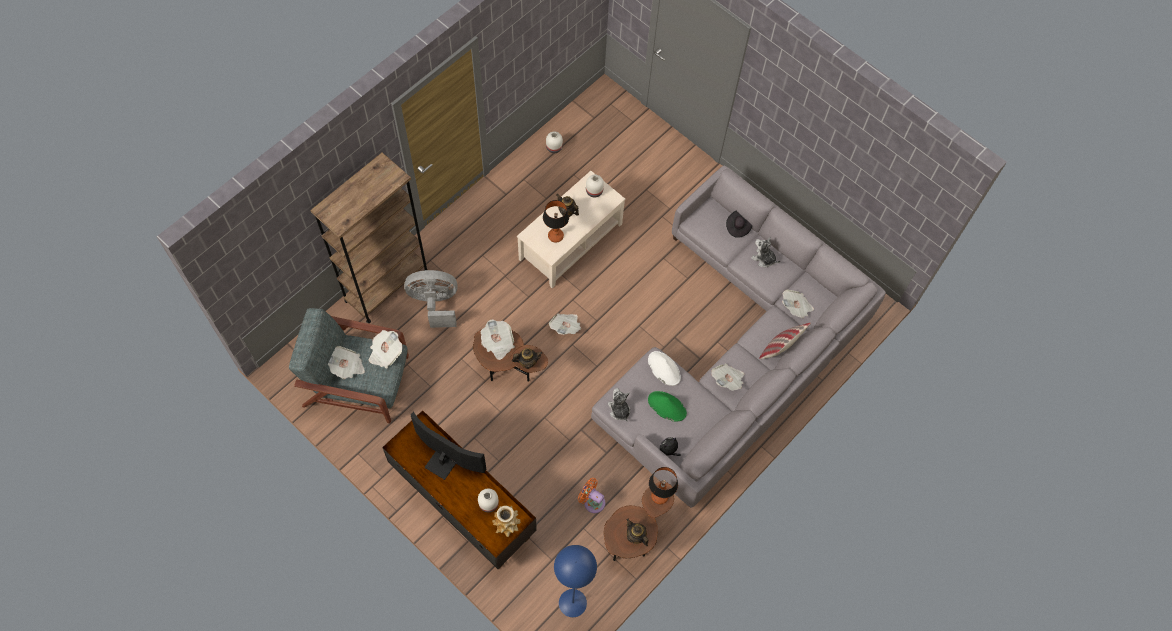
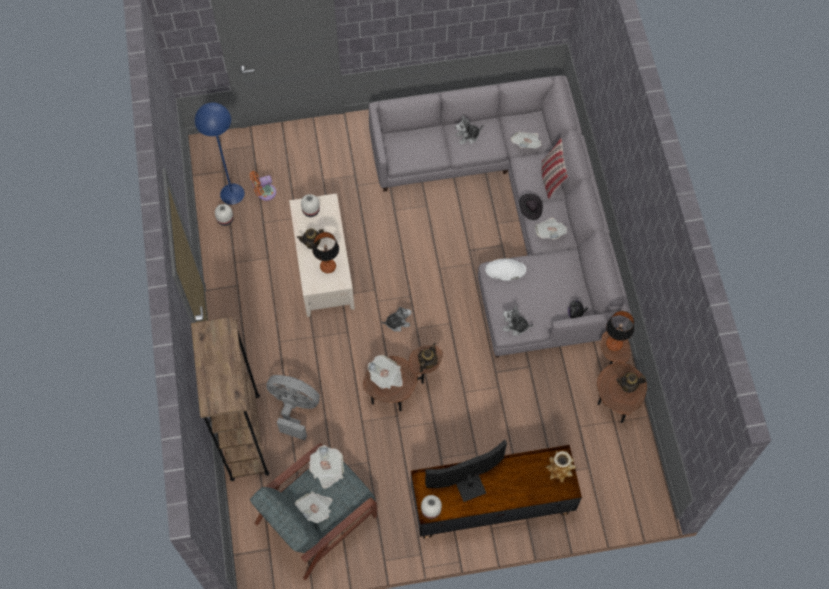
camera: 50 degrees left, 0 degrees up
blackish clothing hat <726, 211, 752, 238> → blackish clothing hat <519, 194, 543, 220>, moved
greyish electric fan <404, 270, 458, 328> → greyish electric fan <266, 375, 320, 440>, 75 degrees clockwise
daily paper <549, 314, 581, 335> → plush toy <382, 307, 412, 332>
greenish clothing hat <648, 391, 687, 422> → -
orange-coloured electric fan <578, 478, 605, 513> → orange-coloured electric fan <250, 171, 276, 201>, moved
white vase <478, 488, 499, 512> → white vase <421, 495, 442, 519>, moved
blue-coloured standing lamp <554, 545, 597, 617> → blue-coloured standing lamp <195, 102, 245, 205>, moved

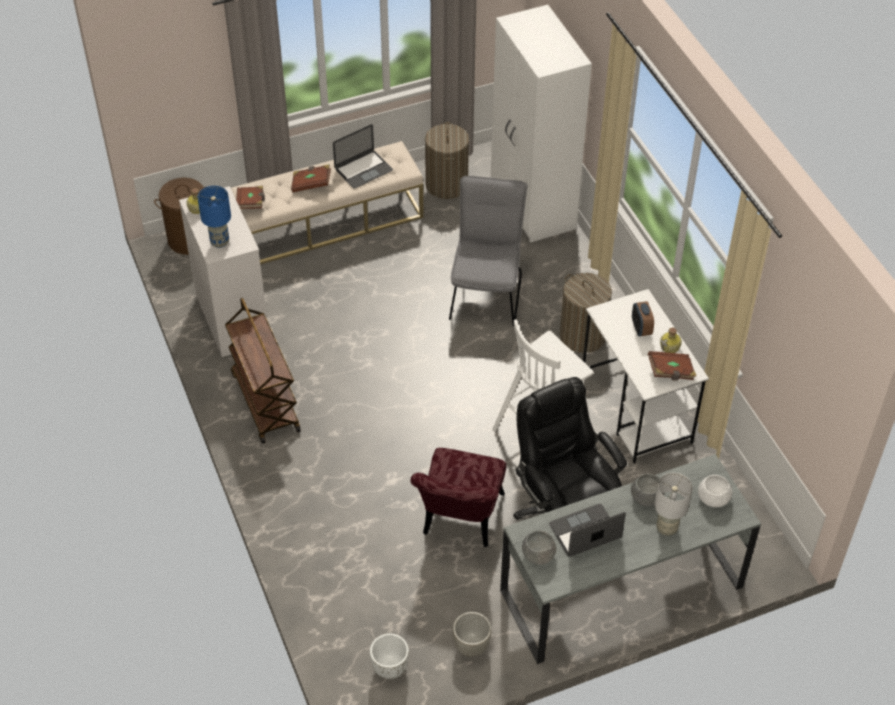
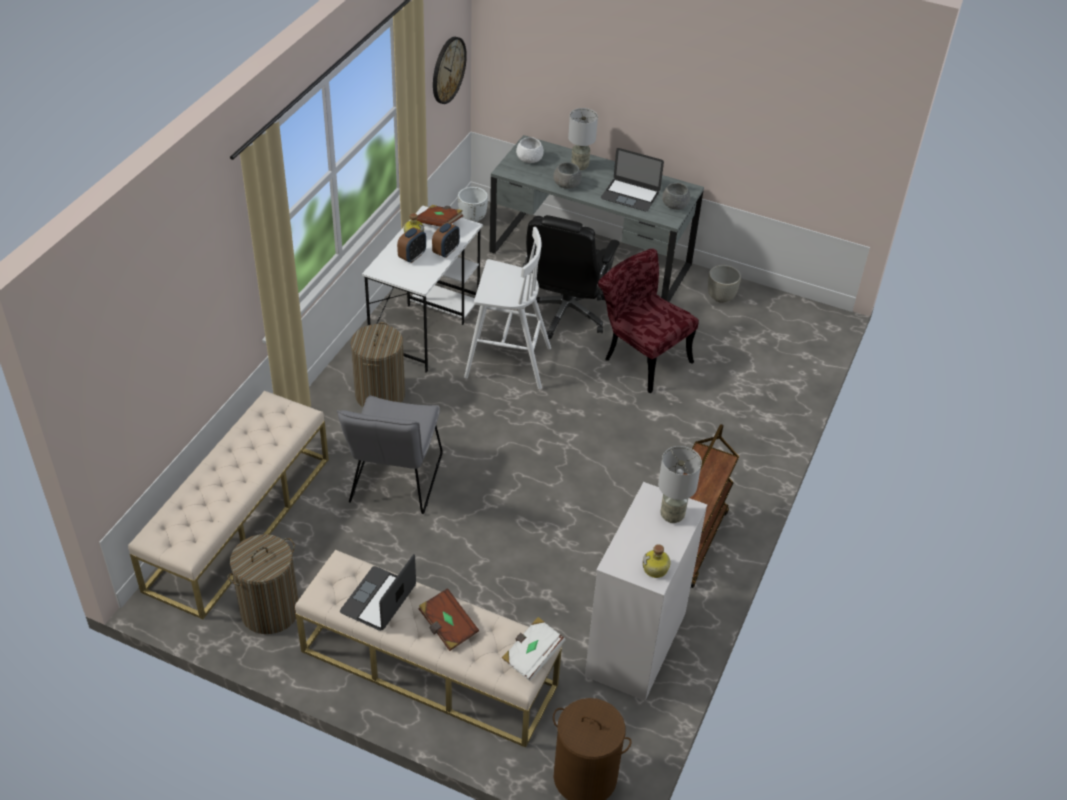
camera: 135 degrees left, 5 degrees down
white wardrobe <491, 5, 592, 243> → beige-coloured indoor bench <128, 391, 329, 619>
portable computer <333, 124, 393, 188> → portable computer <340, 554, 416, 631>, 75 degrees counterclockwise
greyish upright chair <449, 176, 528, 326> → greyish upright chair <337, 395, 443, 514>, 45 degrees counterclockwise
blue-coloured tabletop lamp <198, 186, 231, 248> → greyish tabletop lamp <658, 446, 702, 523>
brown bound book <236, 186, 265, 209> → white bound book <502, 617, 566, 681>
red-coloured upright chair <410, 448, 506, 547> → red-coloured upright chair <598, 249, 699, 393>, 105 degrees counterclockwise
white plant pot <370, 634, 409, 679> → white plant pot <458, 187, 488, 222>, moved
- → hanging clock <433, 37, 467, 104>
- → alarm clock <432, 222, 460, 258>

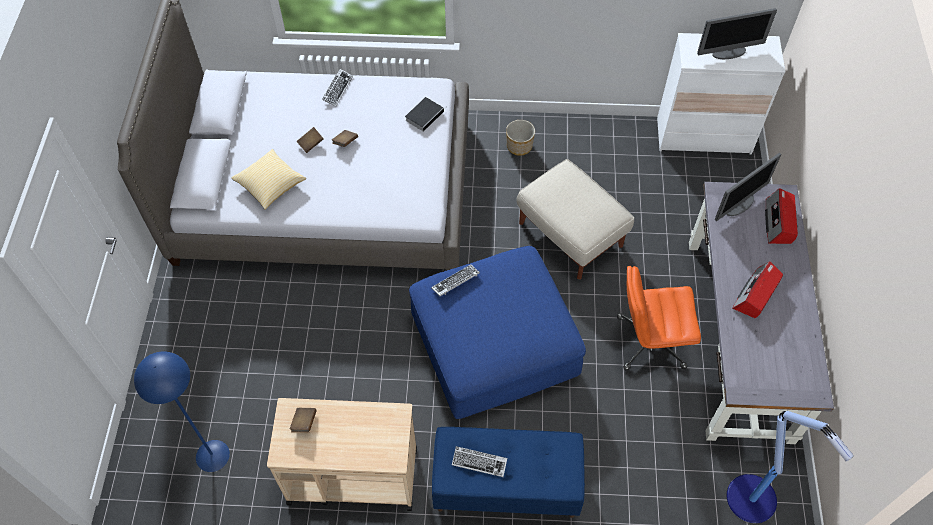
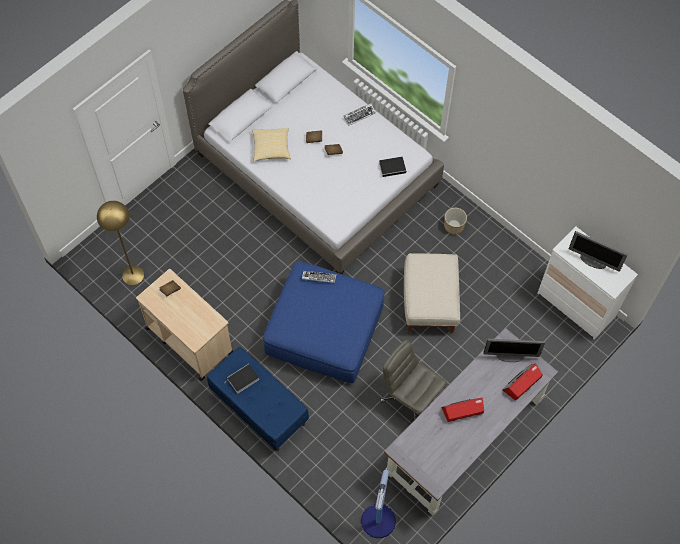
camera: 40 degrees right, 5 degrees up
orange-coloured computer chair <617, 266, 701, 371> → greyish computer chair <380, 340, 447, 420>
blue-coloured standing lamp <134, 351, 230, 472> → yellow-coloured standing lamp <97, 201, 144, 285>
keyboard <452, 446, 507, 477> → bound book <227, 364, 259, 393>

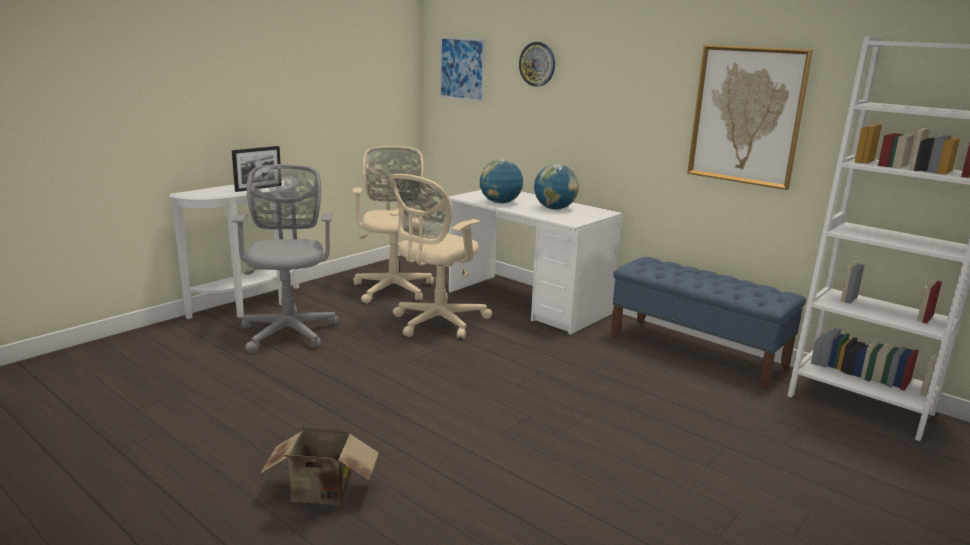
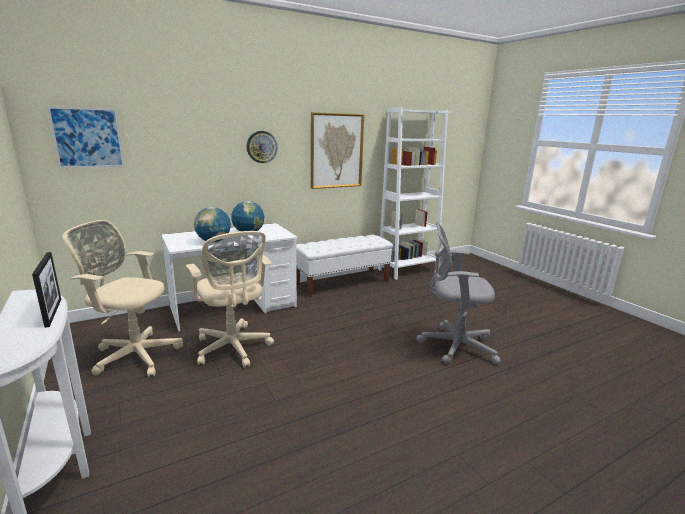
camera: 70 degrees left, 0 degrees up
hanging clock <519, 42, 555, 87> → hanging clock <247, 131, 277, 163>, moved
greyish computer chair <232, 164, 339, 354> → greyish computer chair <417, 222, 501, 365>, moved
blue-coloured indoor bench <611, 257, 806, 390> → white indoor bench <296, 235, 393, 297>
carton <260, 426, 379, 505> → -

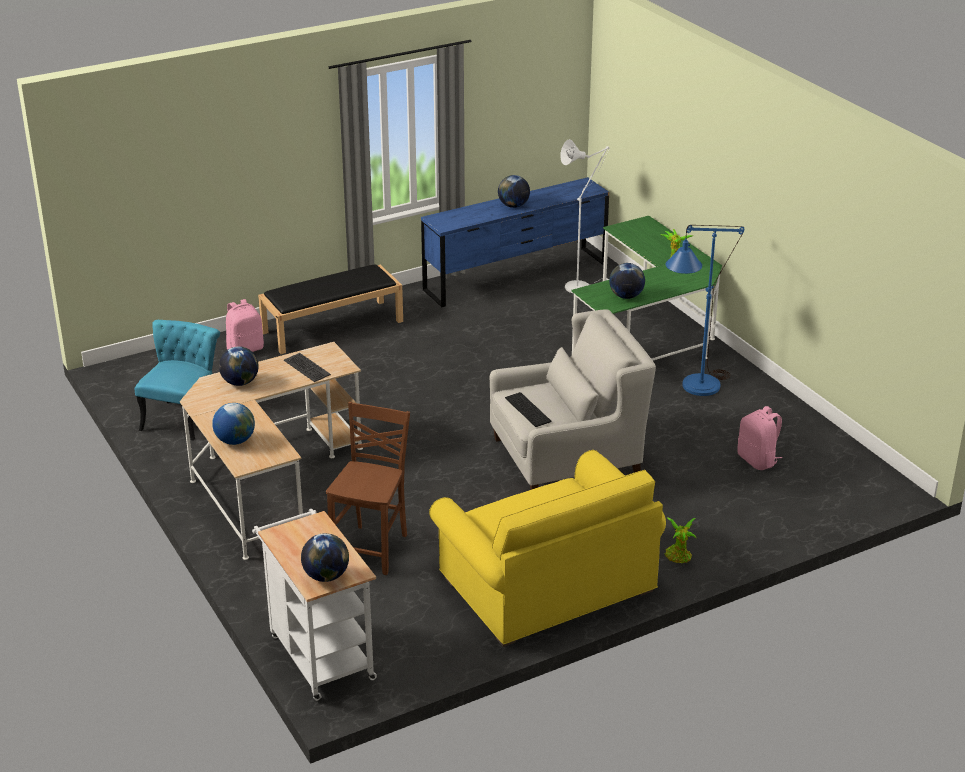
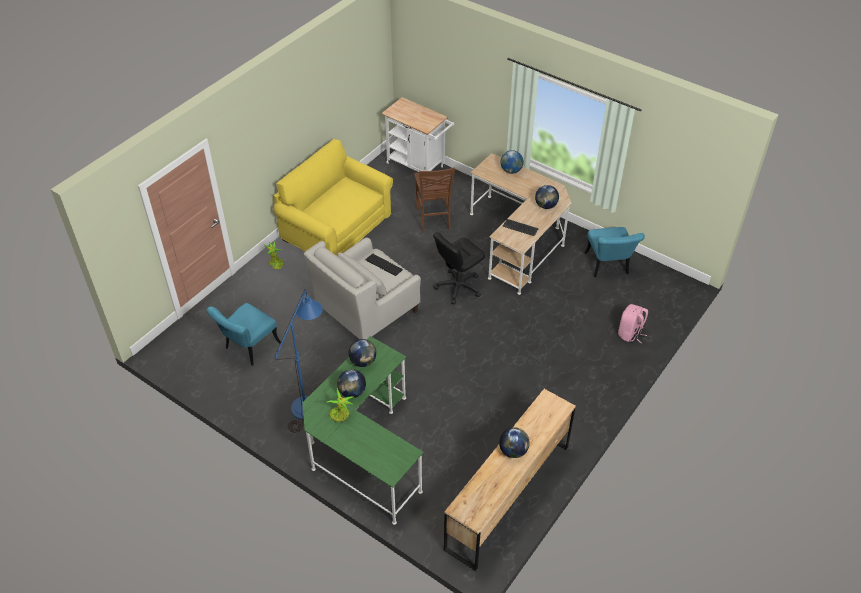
camera: 155 degrees right, 15 degrees up
white standing lamp <560, 139, 610, 293> → -
blue-coloured drawer chest <421, 177, 609, 307> → brown drawer chest <444, 389, 576, 571>
blackish indoor bench <258, 265, 403, 354> → -
pinkish rucksack <737, 406, 782, 470> → turquoise upright chair <207, 303, 281, 366>
world globe <301, 533, 349, 582> → world globe <337, 369, 366, 398>, moved
- → blackish computer chair <433, 232, 485, 304>

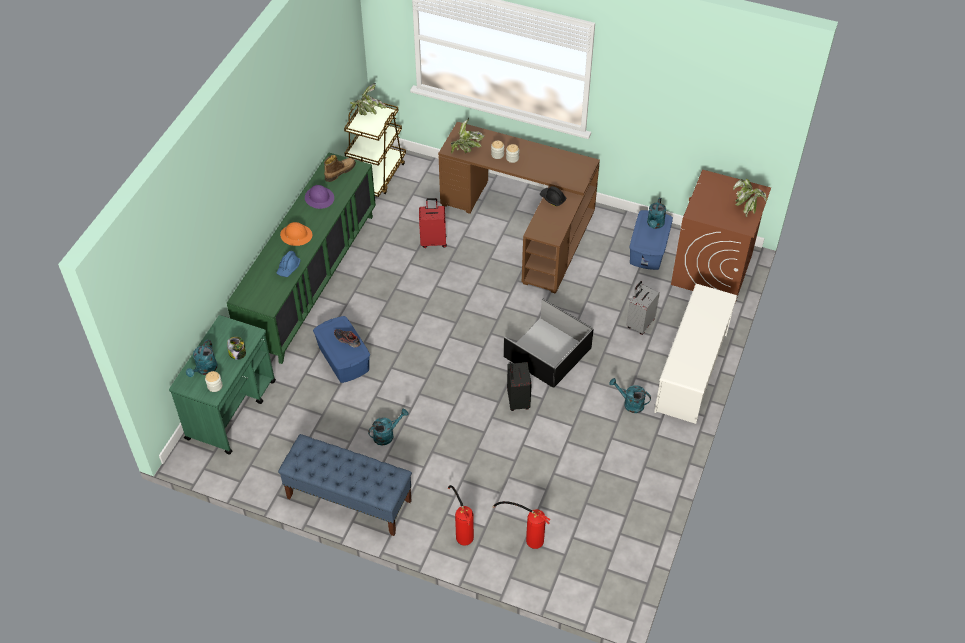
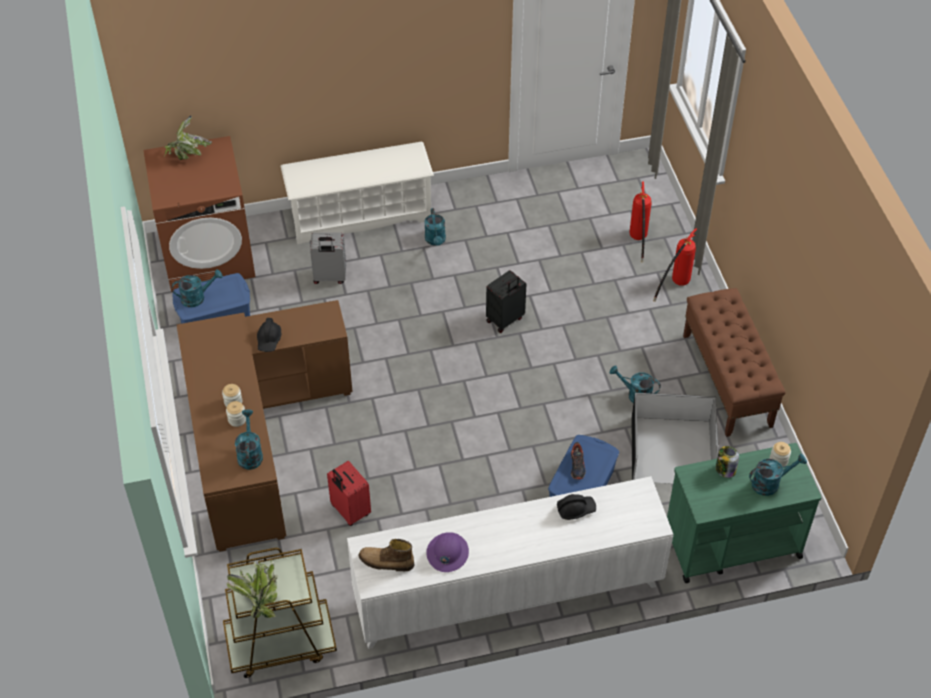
camera: 125 degrees left, 0 degrees up
plant in a pot <451, 117, 484, 154> → turquoise watering pot <235, 410, 263, 470>
greenish cupboard <227, 153, 376, 364> → white cupboard <347, 476, 673, 649>
orange-coloured safety helmet <280, 222, 312, 246> → -
blue-coloured safety helmet <277, 251, 300, 277> → blackish safety helmet <557, 494, 596, 520>
blackish storage box <503, 298, 594, 388> → blackish storage box <631, 393, 719, 484>, moved
blue-coloured indoor bench <278, 434, 412, 536> → brown indoor bench <683, 288, 785, 437>

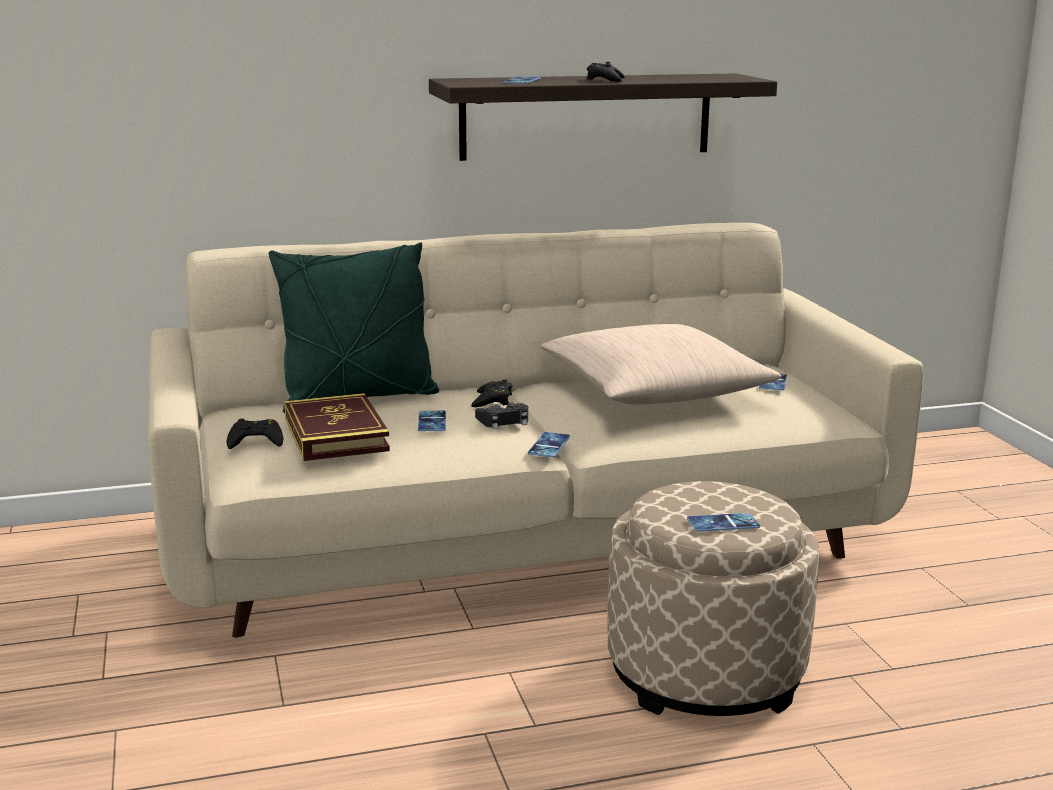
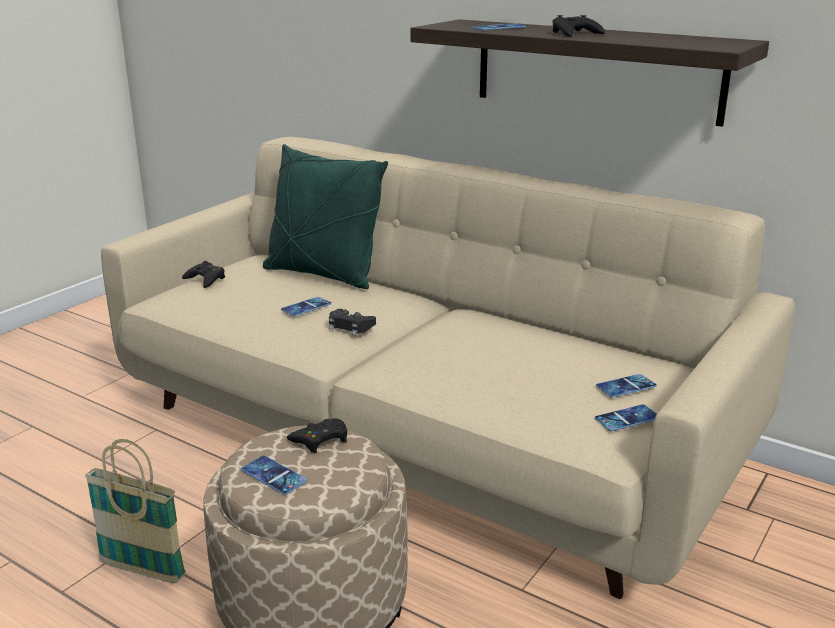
camera: 50 degrees right, 5 degrees up
beige-coloured throw pillow <541, 324, 782, 405> → -
blackish gamepad <471, 379, 512, 407> → blackish gamepad <287, 418, 347, 453>, moved
bound book <284, 393, 390, 461> → -
phone <528, 432, 570, 457> → phone <595, 404, 657, 431>, moved
- → household basket <85, 439, 186, 583>

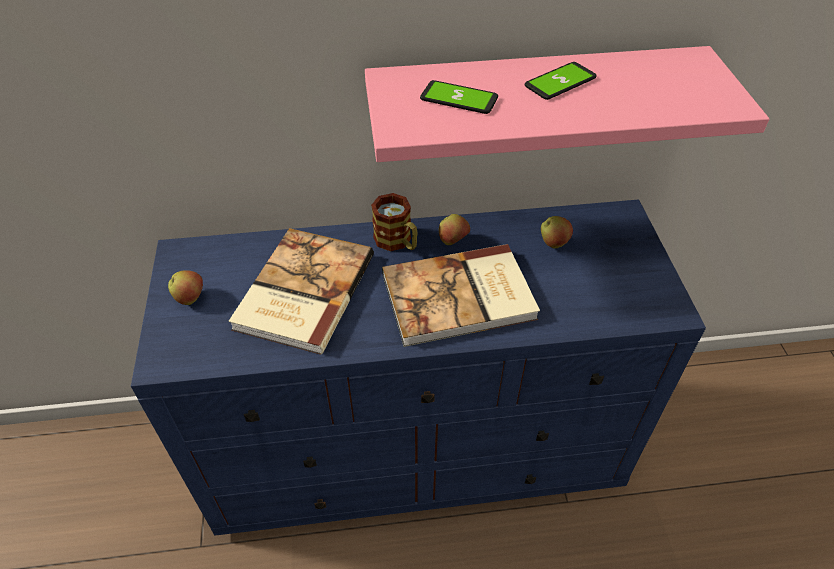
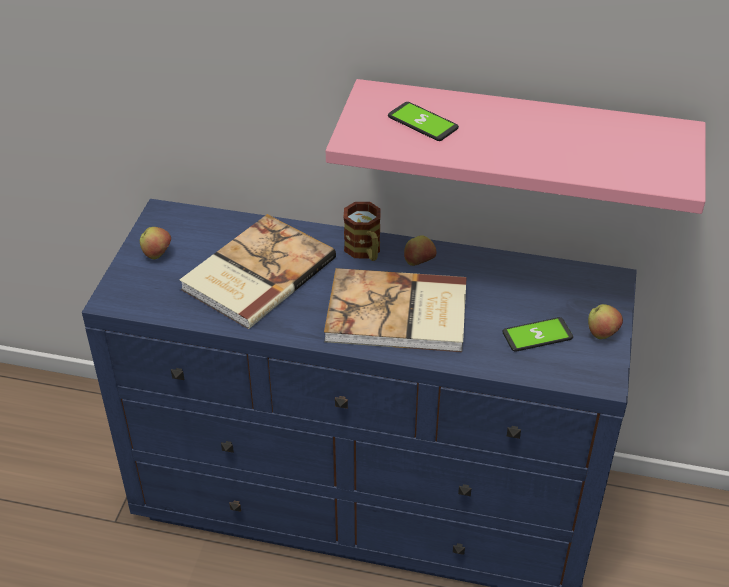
camera: 20 degrees right, 5 degrees down
phone <525, 62, 597, 100> → phone <502, 317, 573, 352>, moved
apple fruit <541, 216, 573, 249> → apple fruit <588, 304, 623, 339>, moved

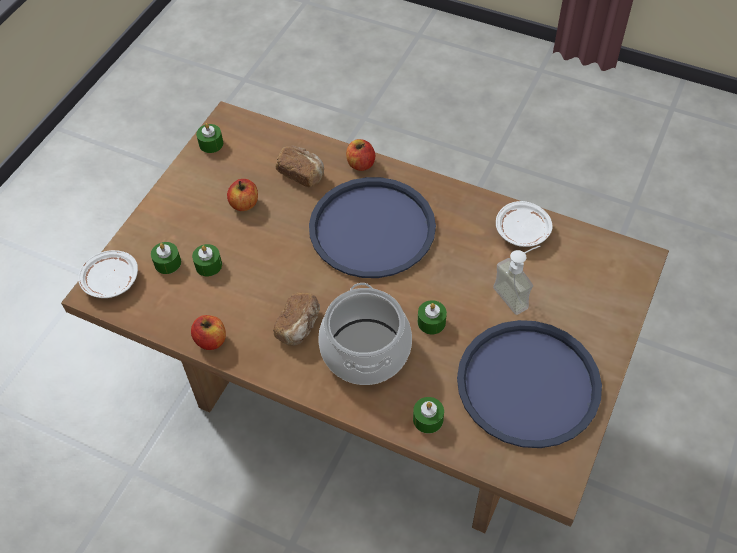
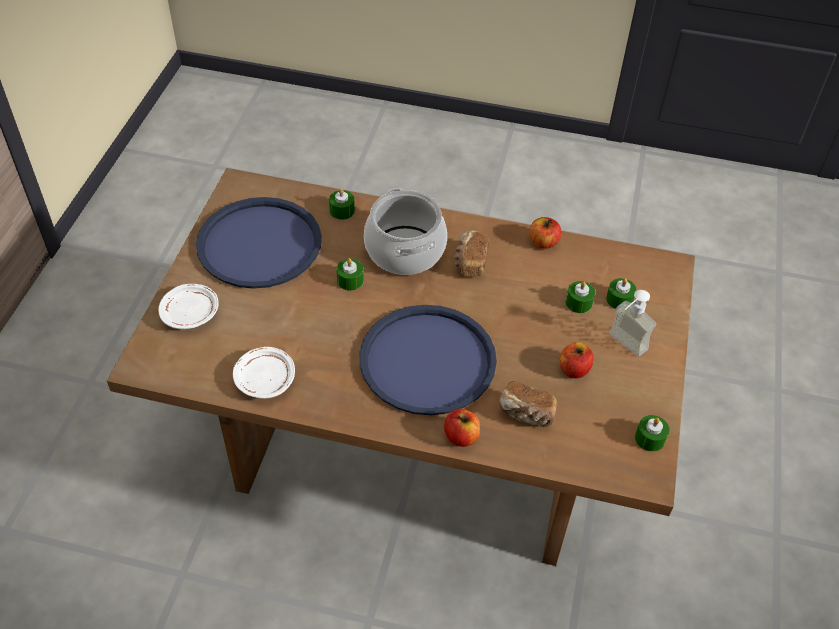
camera: 165 degrees right, 5 degrees down
soap dispenser <493, 246, 540, 315> → soap dispenser <609, 290, 656, 357>, moved
white dinner plate <78, 250, 138, 298> → white dinner plate <158, 284, 219, 329>, moved

